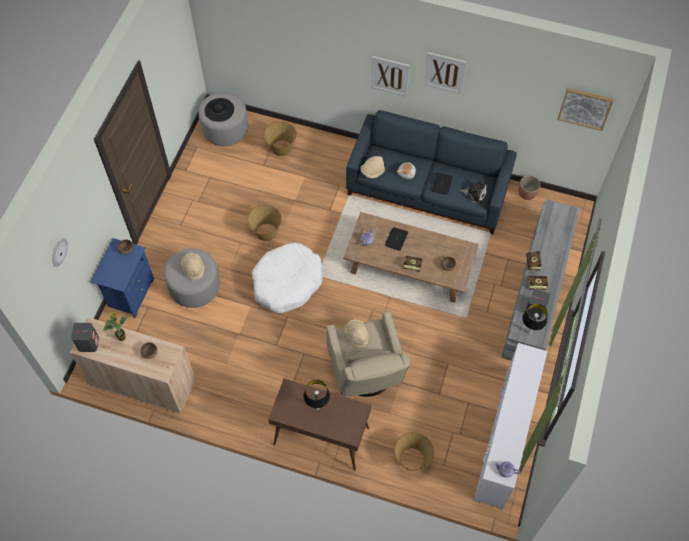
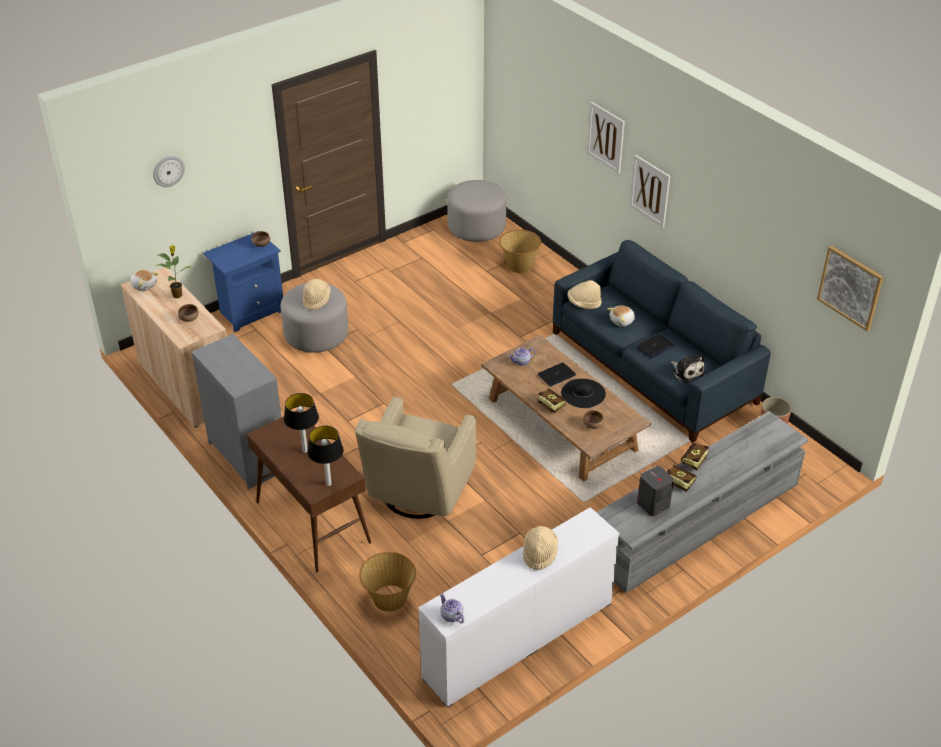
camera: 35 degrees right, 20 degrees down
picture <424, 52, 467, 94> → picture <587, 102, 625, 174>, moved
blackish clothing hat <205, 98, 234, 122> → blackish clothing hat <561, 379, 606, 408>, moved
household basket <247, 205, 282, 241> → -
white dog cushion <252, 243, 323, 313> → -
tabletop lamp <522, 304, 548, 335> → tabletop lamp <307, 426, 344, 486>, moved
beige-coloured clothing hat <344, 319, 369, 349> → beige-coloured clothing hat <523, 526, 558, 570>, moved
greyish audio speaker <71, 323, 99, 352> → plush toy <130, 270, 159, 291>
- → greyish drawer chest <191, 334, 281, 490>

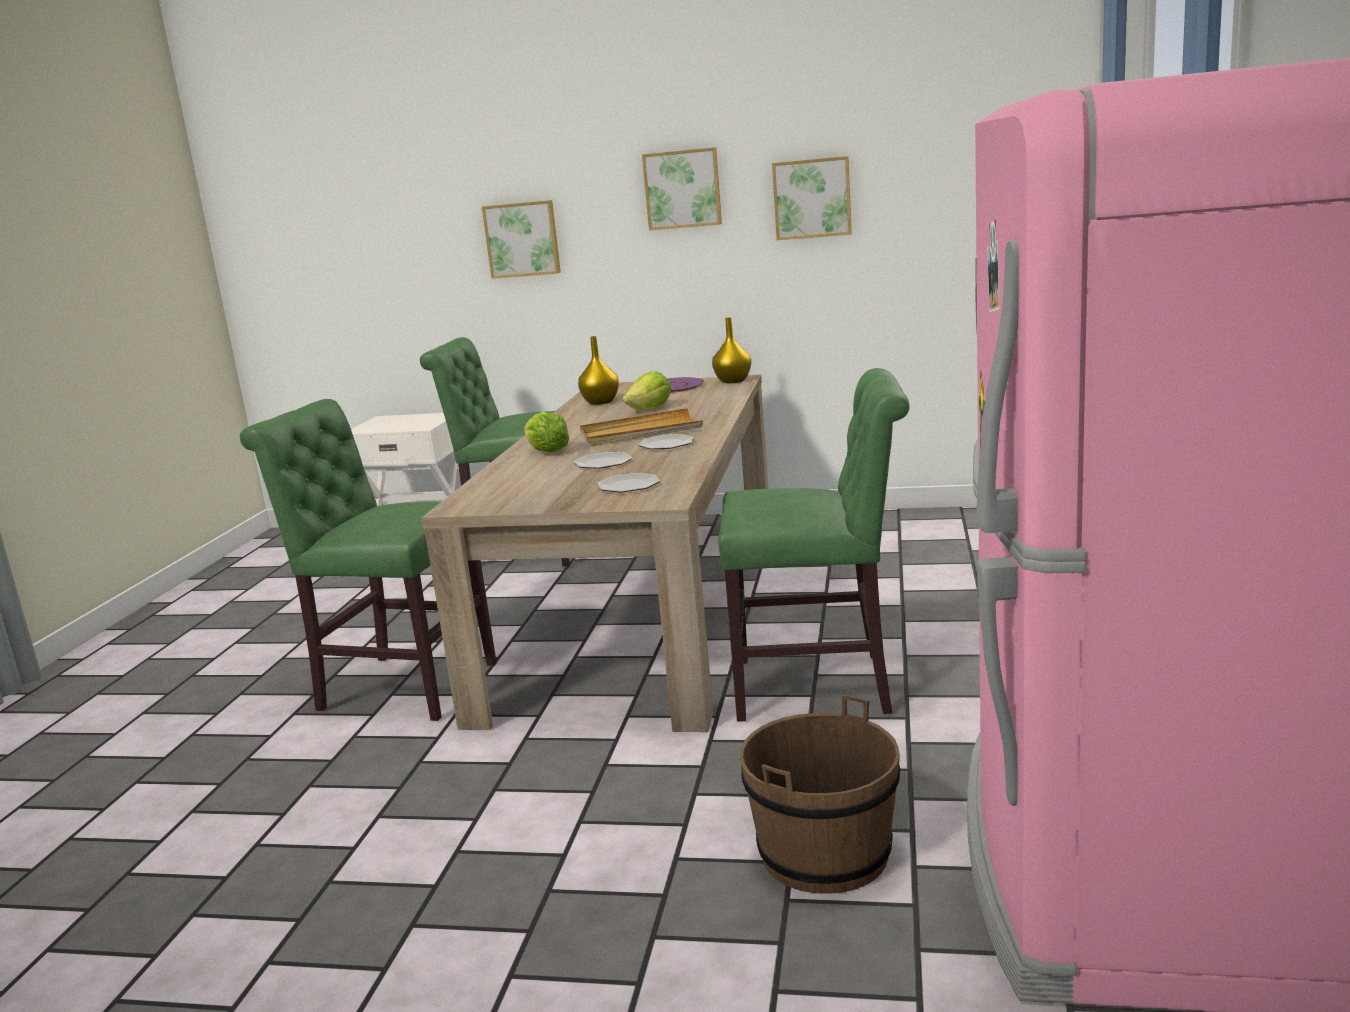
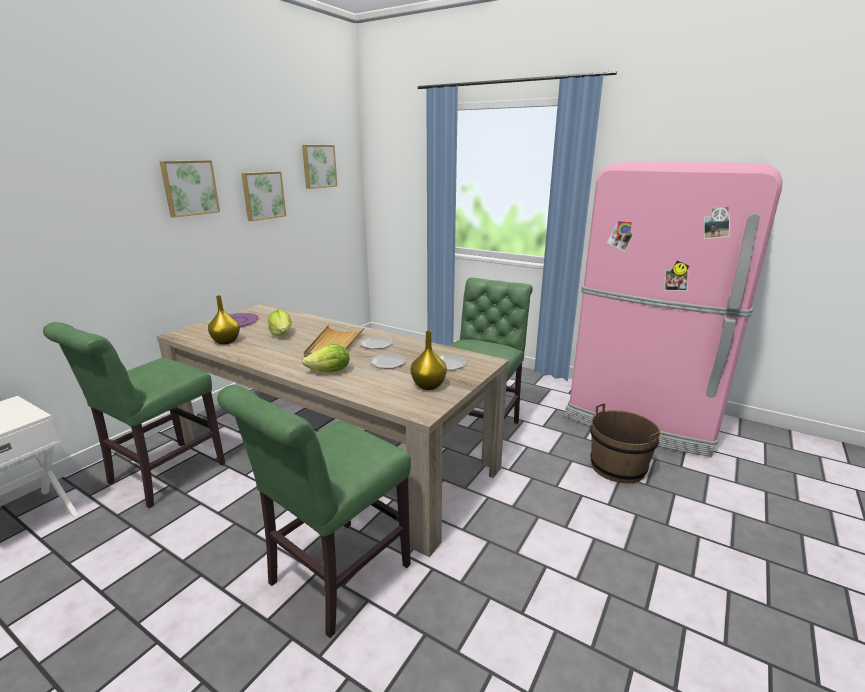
camera: 70 degrees left, 5 degrees up
picture <482, 200, 561, 279> → picture <302, 145, 337, 189>, moved
yellow-coloured vase <712, 317, 751, 383> → yellow-coloured vase <411, 330, 447, 390>, moved

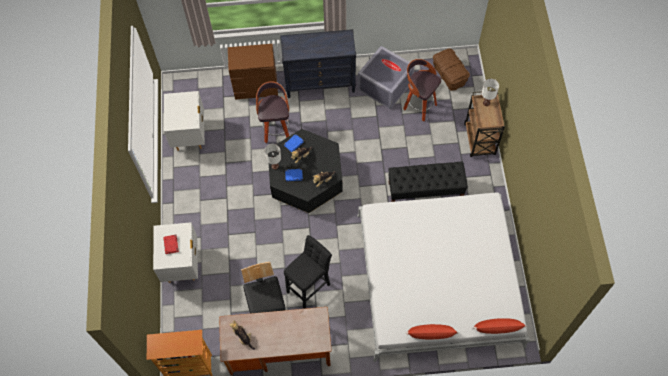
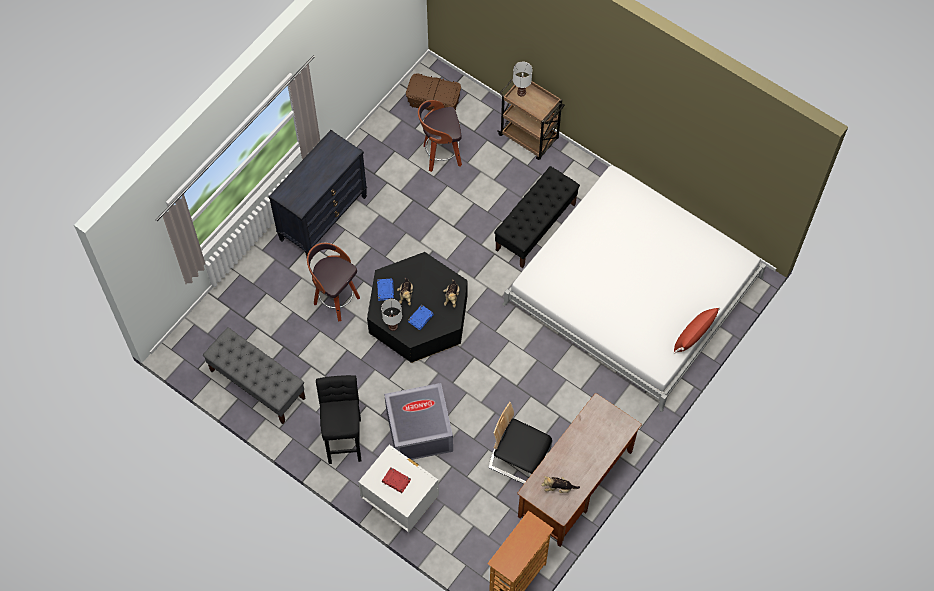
camera: 50 degrees left, 0 degrees up
brown drawer chest <228, 44, 278, 100> → -
greyish storage box <358, 46, 415, 110> → greyish storage box <384, 383, 453, 460>, moved
white night table <164, 91, 205, 151> → greyish indoor bench <203, 328, 305, 424>
blackish stool <284, 235, 332, 309> → blackish stool <316, 375, 361, 464>, moved
red-coloured throw pillow <472, 318, 527, 334> → -

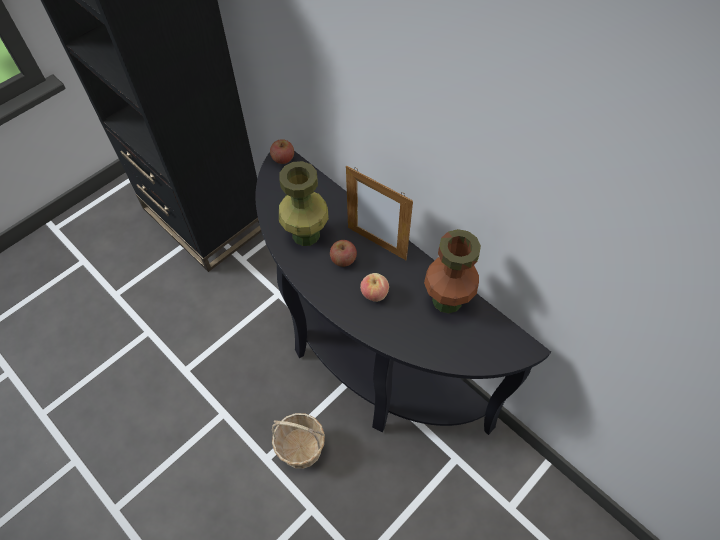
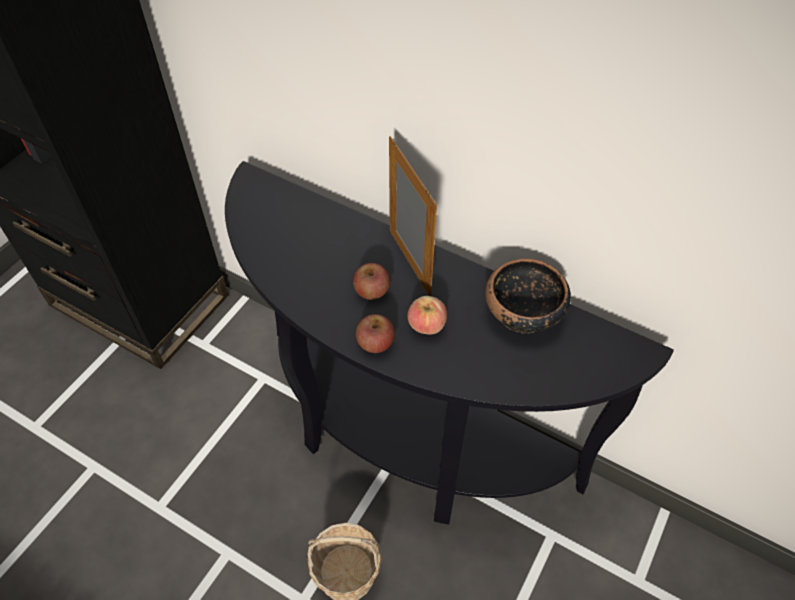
camera: 15 degrees left, 5 degrees down
apple fruit <270, 139, 294, 164> → apple fruit <356, 314, 395, 353>, moved
greenish vase <279, 161, 329, 246> → -
photo frame <346, 166, 413, 260> → photo frame <389, 136, 437, 296>, 135 degrees counterclockwise
brown vase <424, 229, 481, 313> → deep dish <485, 258, 571, 334>

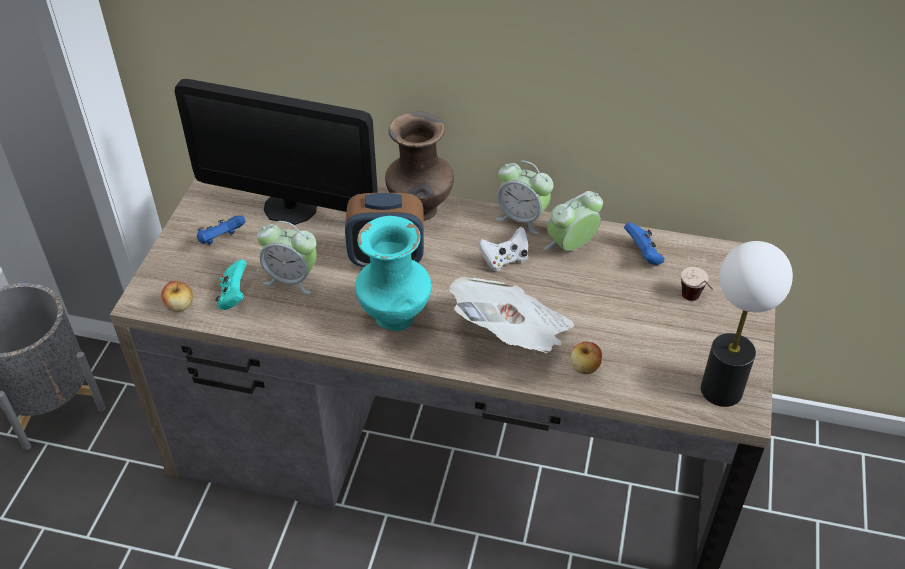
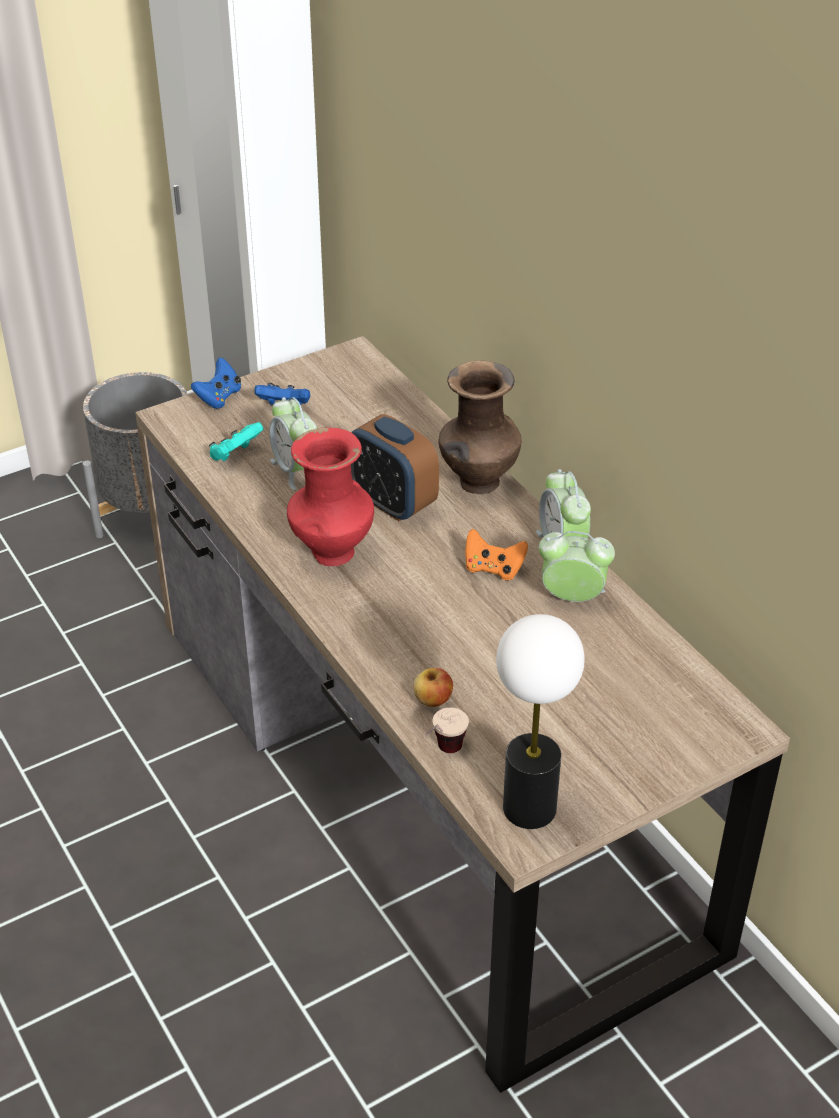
camera: 45 degrees right, 5 degrees down
computer screen <175, 79, 378, 225> → -
turquoise vase <355, 216, 432, 332> → red-coloured vase <287, 428, 374, 566>
blue-coloured gamepad <624, 222, 664, 265> → blue-coloured gamepad <191, 357, 241, 409>, moved
white gamepad <478, 227, 528, 271> → orange-coloured gamepad <465, 529, 528, 581>
small cup <681, 267, 713, 301> → small cup <425, 708, 469, 753>, moved
daily paper <449, 277, 574, 353> → -
apple fruit <161, 281, 193, 312> → -

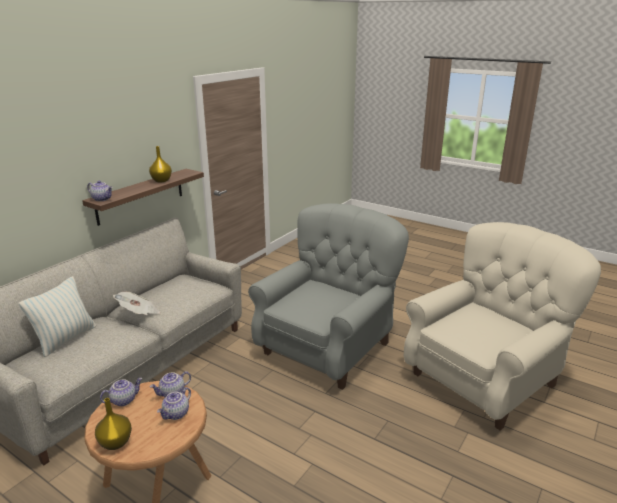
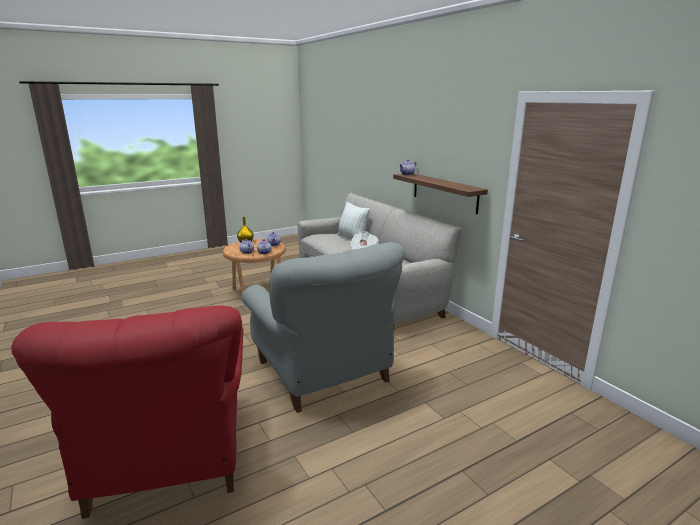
camera: 115 degrees right, 5 degrees down
yellow-coloured vase <149, 146, 172, 183> → -
beige-coloured easy chair <404, 222, 601, 431> → red-coloured easy chair <11, 306, 244, 519>

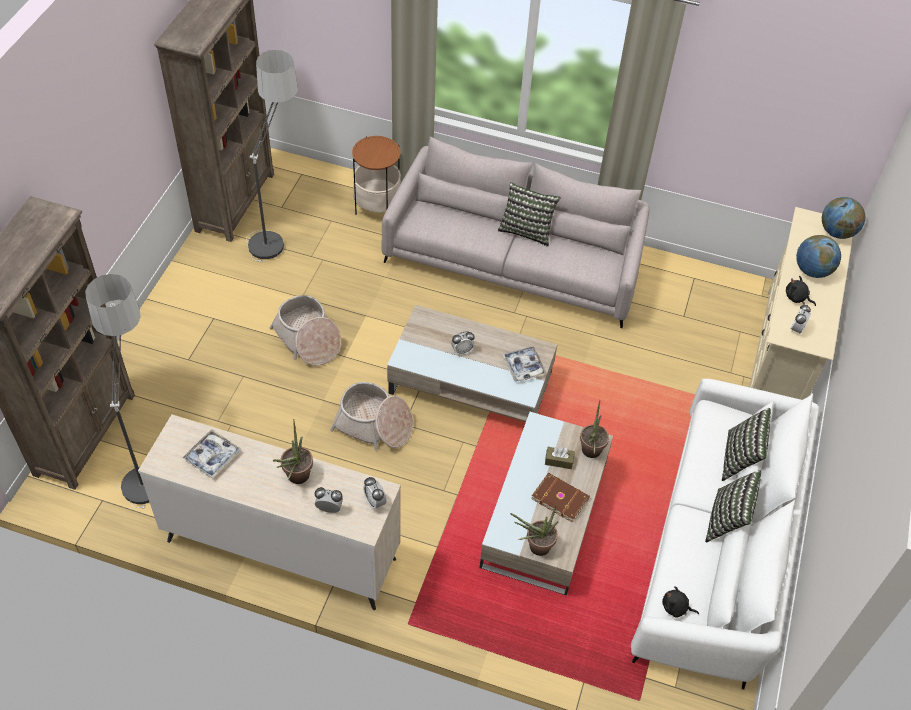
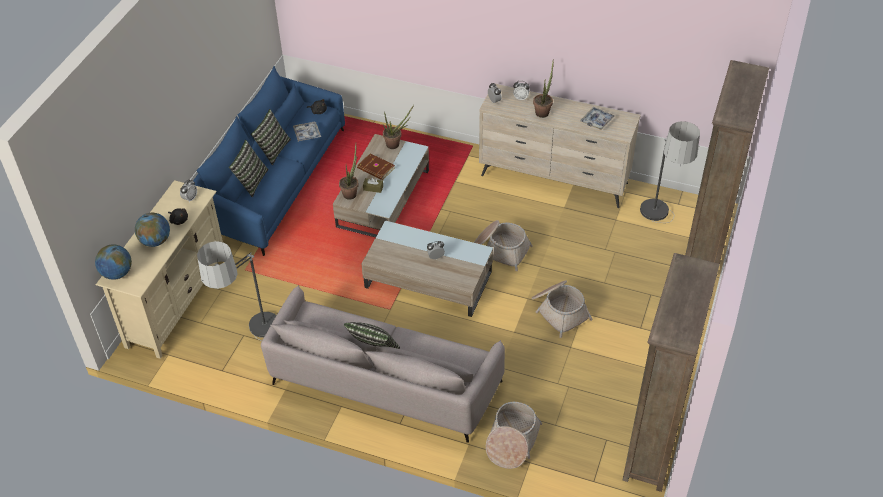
camera: 175 degrees left, 5 degrees down
standing lamp <246, 50, 298, 263> → standing lamp <197, 241, 277, 341>, moved
end table <352, 136, 401, 215> → household basket <486, 402, 542, 469>
tray <502, 346, 547, 382> → tray <293, 122, 321, 142>, moved
white sofa <631, 379, 819, 690> → blue-coloured sofa <193, 66, 345, 256>

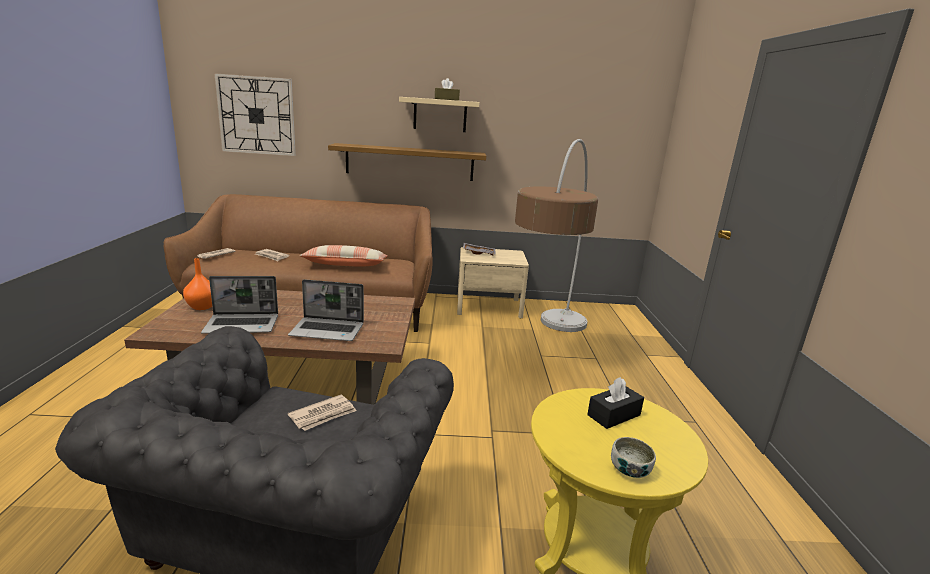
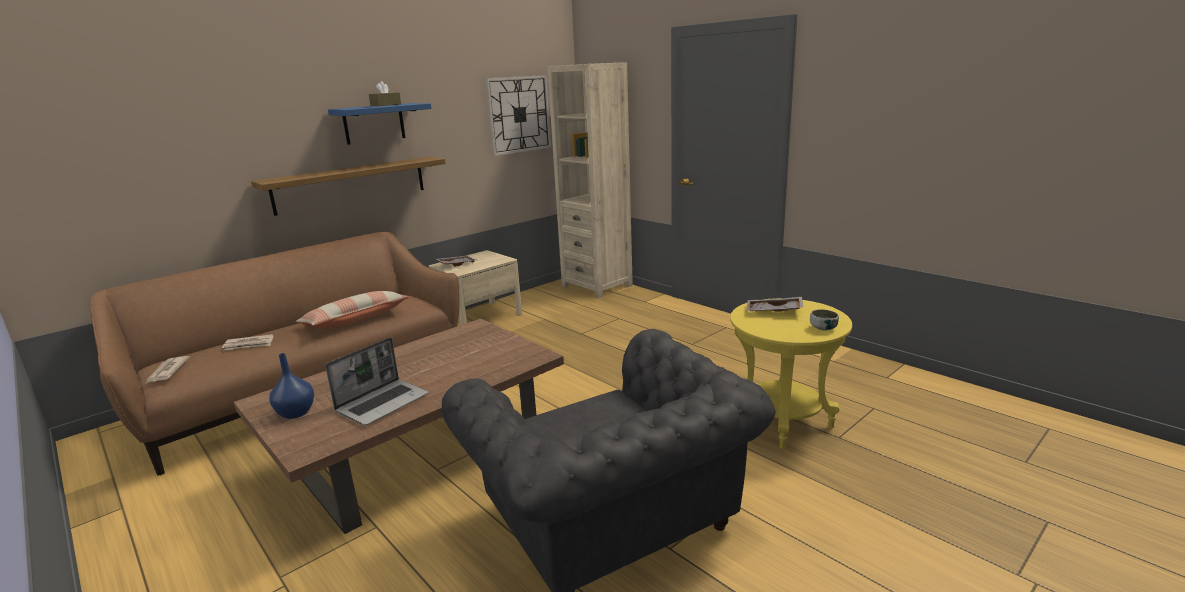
camera: 40 degrees left, 0 degrees up
hanging clock <214, 73, 296, 156> → hanging clock <485, 75, 552, 156>, moved
beige-coloured wall shelf <399, 97, 480, 132> → blue-coloured wall shelf <328, 103, 431, 145>
standing lamp <515, 139, 598, 332> → -
orange-coloured vase <183, 258, 212, 310> → blue-coloured vase <269, 353, 314, 419>
portable computer <288, 279, 364, 341> → -
blackish tissue box <587, 377, 644, 429> → greyish tray <746, 297, 803, 312>
daily paper <288, 395, 357, 431> → -
- → beige-coloured bookshelf <547, 62, 633, 298>

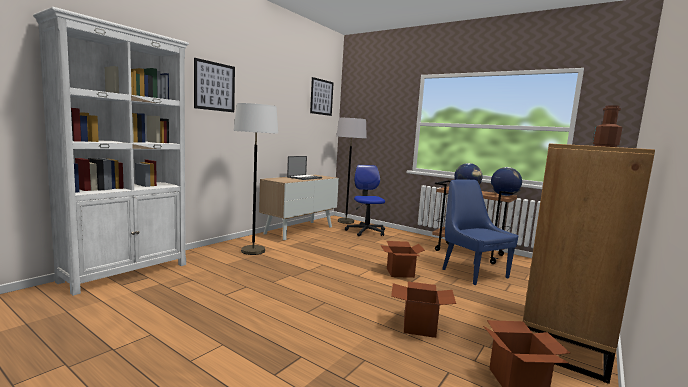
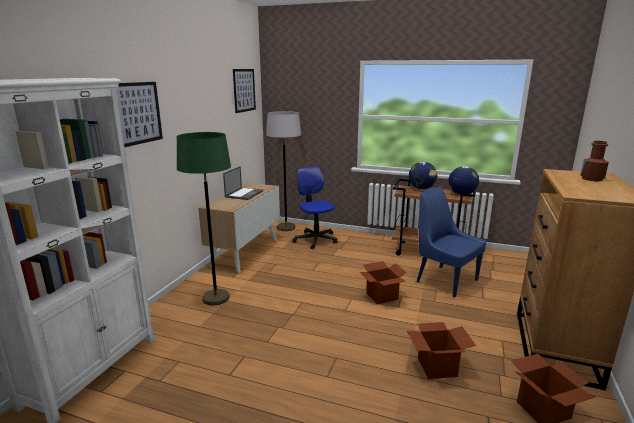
camera: 15 degrees left, 10 degrees up
white standing lamp <233, 103, 278, 255> → greenish standing lamp <177, 132, 231, 305>

